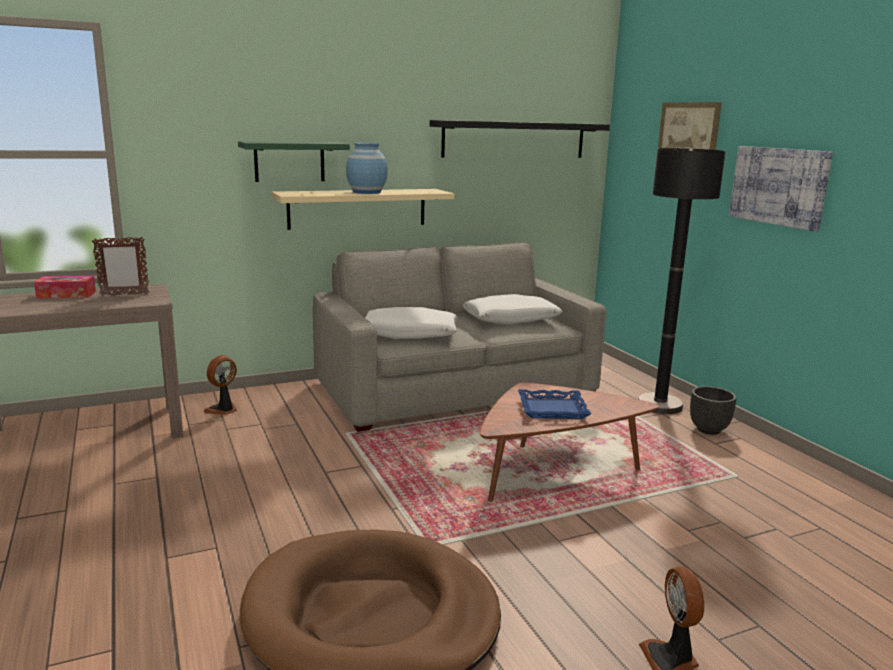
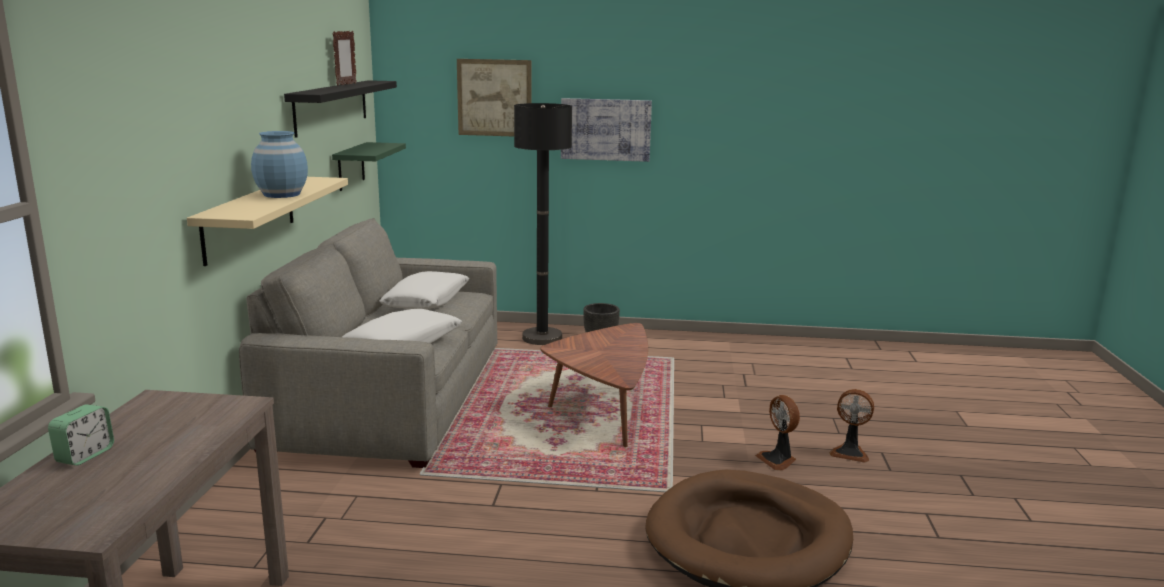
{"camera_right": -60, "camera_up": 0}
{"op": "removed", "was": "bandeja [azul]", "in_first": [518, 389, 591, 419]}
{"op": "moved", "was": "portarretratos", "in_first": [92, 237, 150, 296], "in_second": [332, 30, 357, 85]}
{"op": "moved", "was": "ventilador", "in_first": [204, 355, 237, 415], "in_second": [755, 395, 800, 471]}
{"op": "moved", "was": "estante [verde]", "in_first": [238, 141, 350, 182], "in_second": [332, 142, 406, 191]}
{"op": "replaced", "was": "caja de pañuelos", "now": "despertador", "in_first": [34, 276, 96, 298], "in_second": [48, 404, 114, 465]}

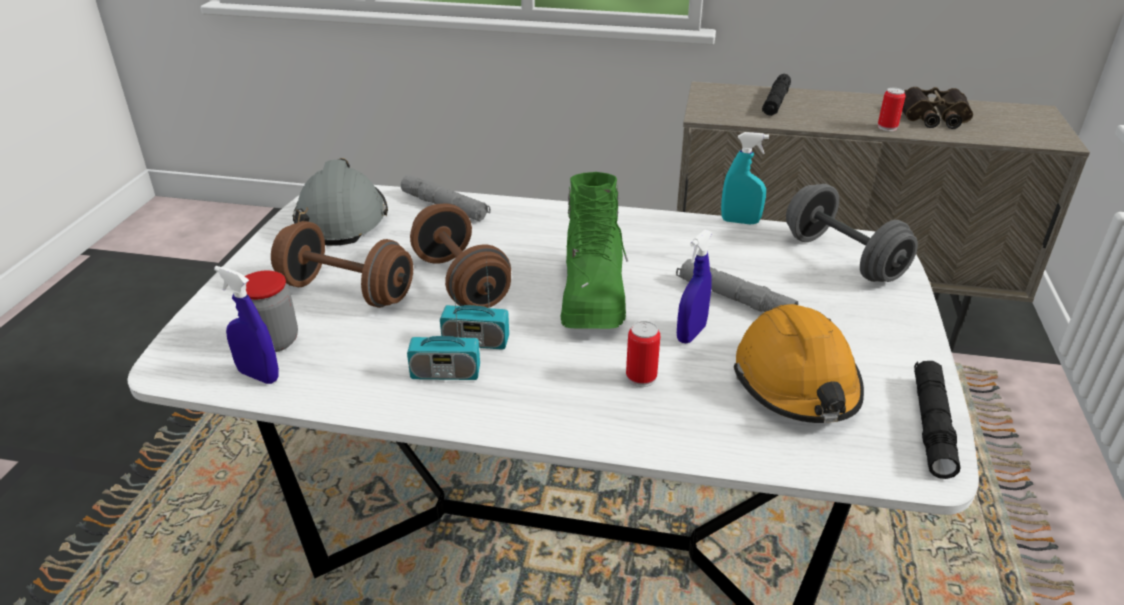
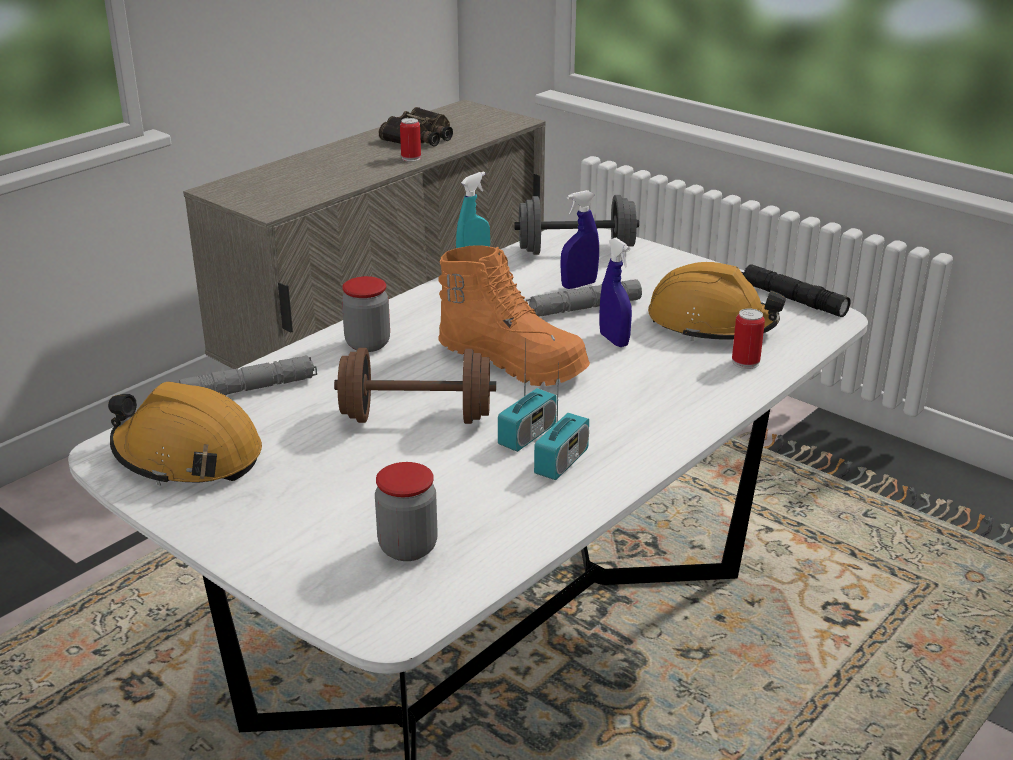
{"camera_right": -60, "camera_up": -5}
{"op": "removed", "was": "mancuerna [marrón]", "in_first": [271, 221, 413, 308]}
{"op": "removed", "was": "linterna [negro]", "in_first": [762, 74, 791, 116]}
{"op": "added", "now": "tarro", "in_second": [342, 276, 390, 352]}
{"op": "moved", "was": "pulverizador [azul]", "in_first": [214, 266, 279, 384], "in_second": [560, 190, 599, 289]}
{"op": "moved", "was": "lata", "in_first": [626, 321, 660, 387], "in_second": [732, 308, 765, 369]}
{"op": "recoloured", "was": "casco [gris]", "now": "casco [naranja]", "in_first": [293, 158, 388, 246], "in_second": [108, 381, 262, 486]}
{"op": "recoloured", "was": "bota [verde]", "now": "bota [naranja]", "in_first": [561, 172, 628, 329], "in_second": [438, 245, 590, 386]}

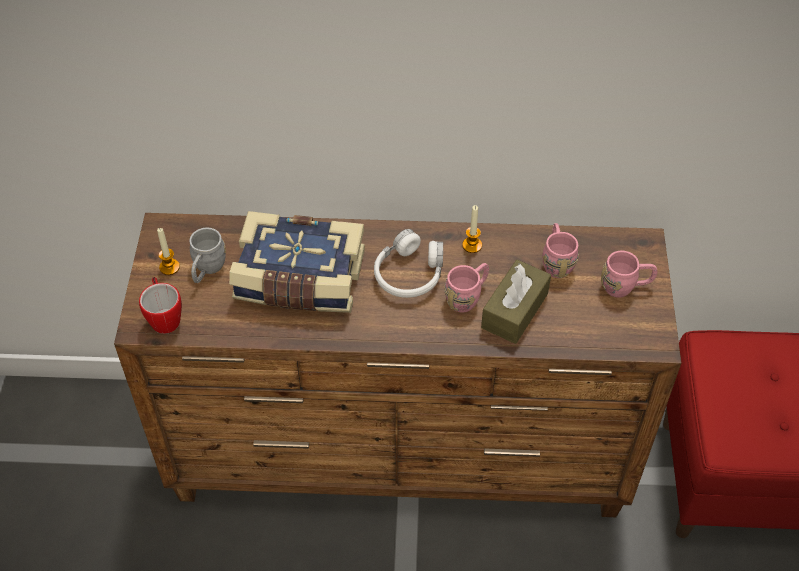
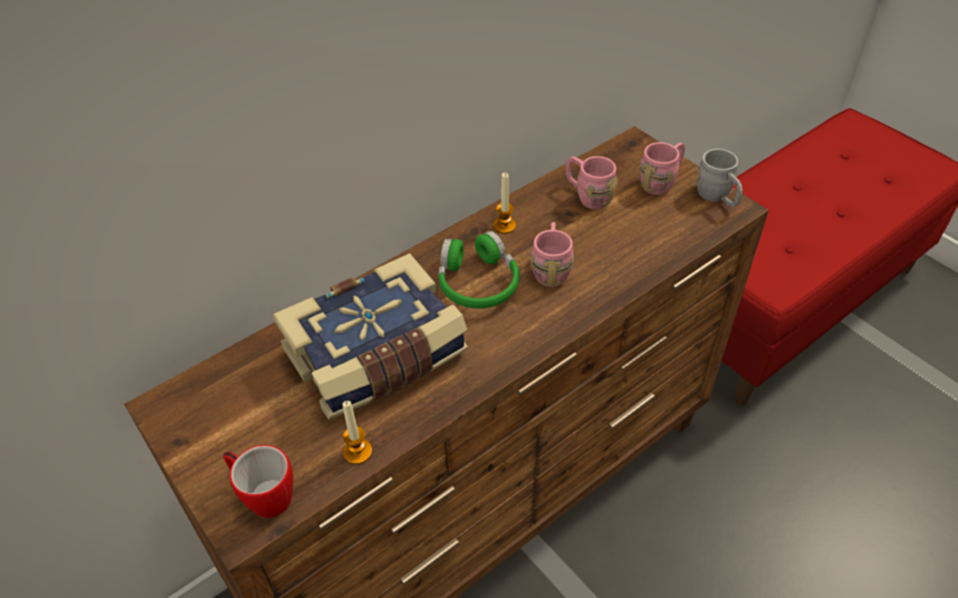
{"camera_right": -40, "camera_up": -5}
{"op": "removed", "was": "caja de pañuelos [marrón]", "in_first": [481, 260, 551, 344]}
{"op": "moved", "was": "vela", "in_first": [157, 228, 180, 275], "in_second": [342, 401, 372, 464]}
{"op": "moved", "was": "taza grande [gris]", "in_first": [189, 228, 226, 283], "in_second": [696, 149, 743, 207]}
{"op": "recoloured", "was": "auriculares [blanco]", "now": "auriculares [verde]", "in_first": [374, 229, 443, 298], "in_second": [439, 231, 520, 309]}

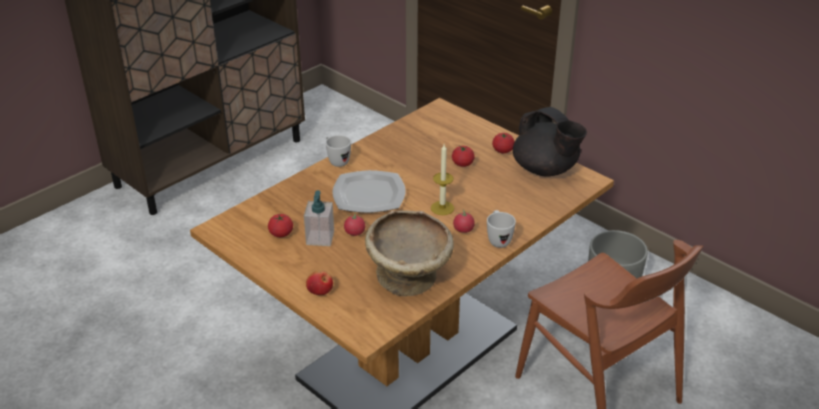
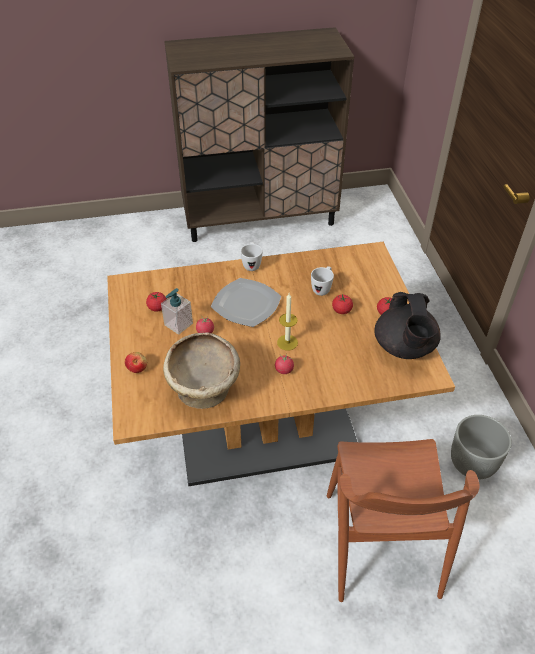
{"camera_right": 35, "camera_up": 10}
{"op": "moved", "was": "taza grande [blanco]", "in_first": [487, 210, 516, 248], "in_second": [311, 266, 334, 296]}

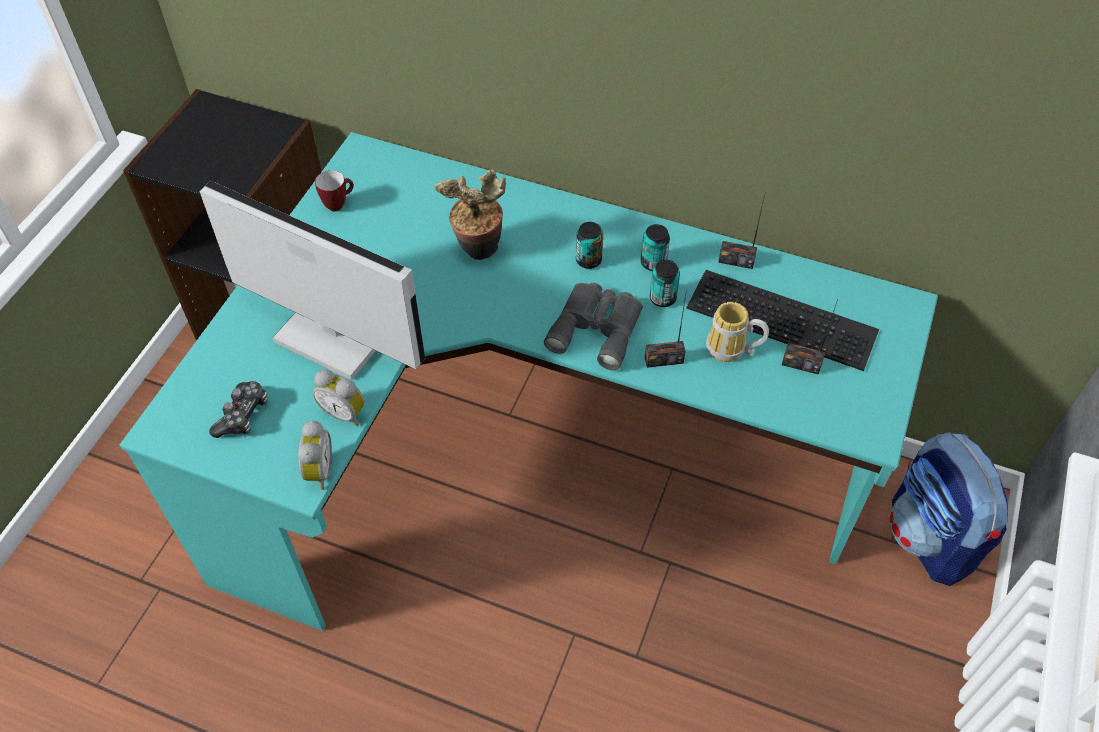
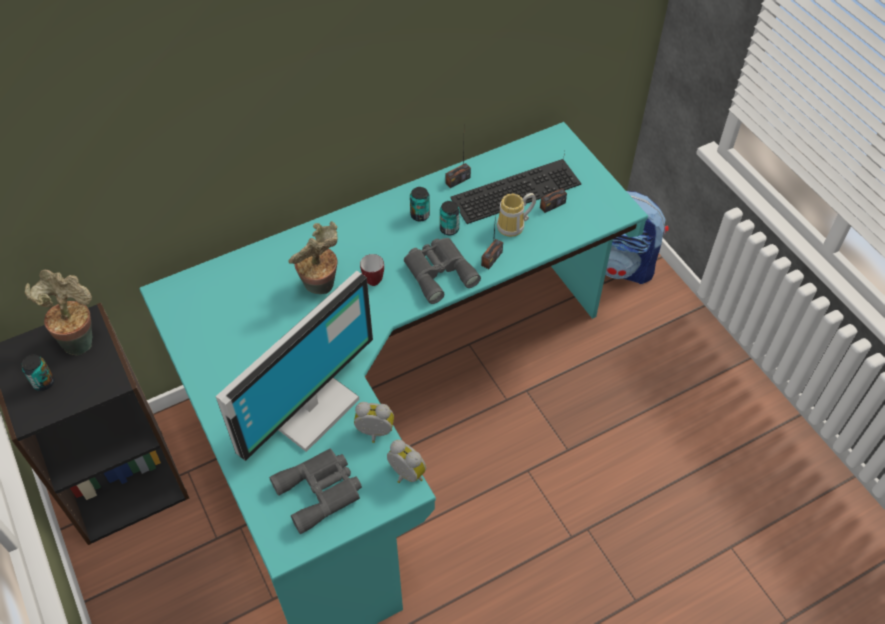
{"camera_right": -50, "camera_up": 0}
{"op": "added", "now": "planta en maceta", "in_second": [25, 270, 92, 356]}
{"op": "moved", "was": "taza grande", "in_first": [315, 170, 354, 211], "in_second": [360, 254, 384, 286]}
{"op": "moved", "was": "lata", "in_first": [576, 222, 603, 269], "in_second": [22, 354, 55, 391]}
{"op": "replaced", "was": "mando de consola", "now": "prismáticos [gris]", "in_first": [209, 381, 268, 438], "in_second": [269, 449, 362, 534]}
{"op": "turned", "was": "monitor", "in_first": [199, 181, 425, 380], "in_second": [215, 271, 373, 461], "clockwise": 150}
{"op": "turned", "was": "despertador", "in_first": [313, 369, 365, 426], "in_second": [354, 402, 394, 443], "clockwise": -150}

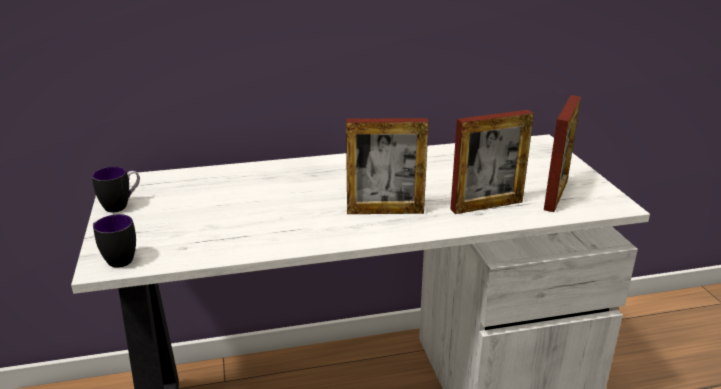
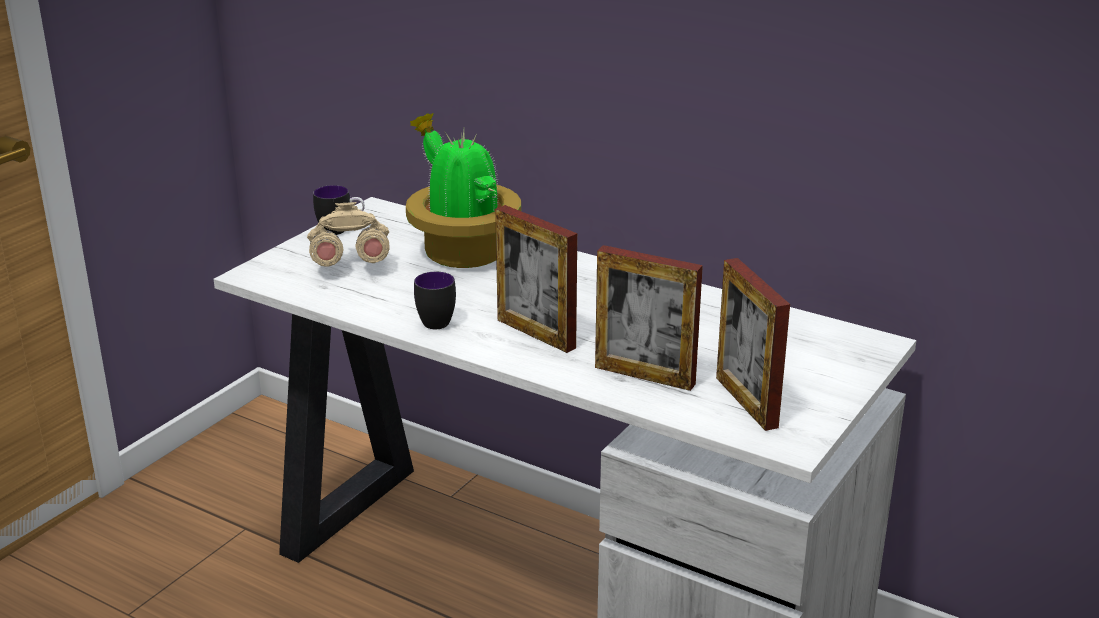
{"camera_right": 45, "camera_up": 0}
{"op": "added", "now": "prismáticos [beis]", "in_second": [307, 202, 390, 267]}
{"op": "added", "now": "planta en maceta", "in_second": [406, 113, 521, 268]}
{"op": "moved", "was": "taza grande", "in_first": [93, 214, 136, 268], "in_second": [414, 272, 456, 329]}
{"op": "turned", "was": "portarretratos", "in_first": [544, 95, 581, 212], "in_second": [716, 258, 790, 431], "clockwise": 90}

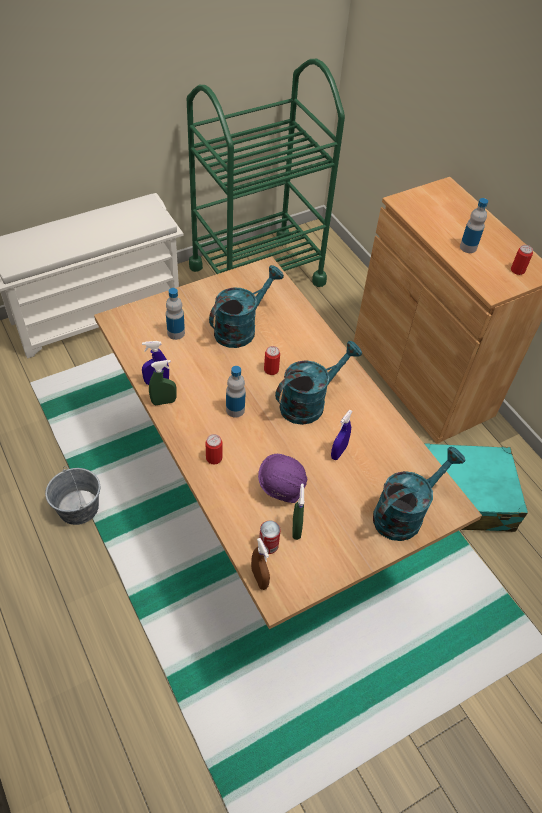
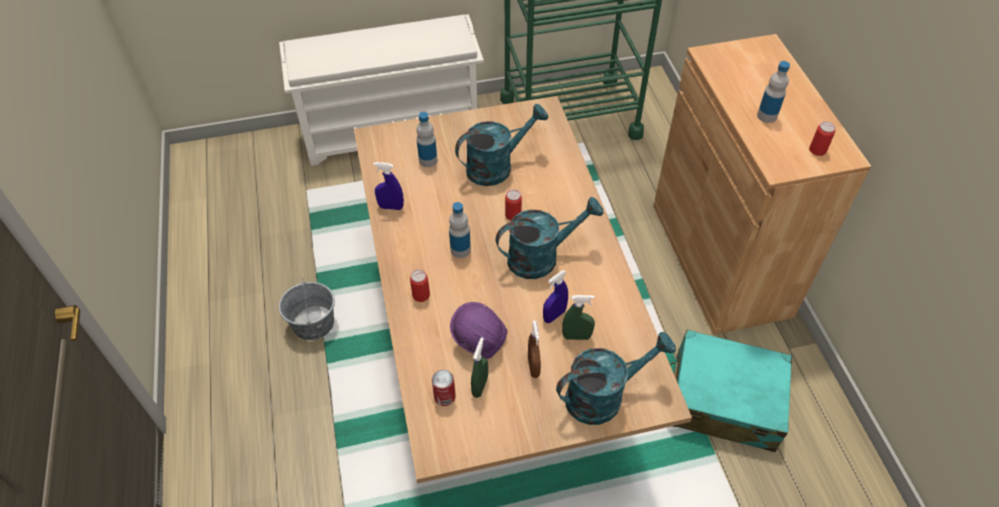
{"camera_right": 20, "camera_up": 0}
{"op": "moved", "was": "pulverizador [verde]", "in_first": [149, 360, 176, 405], "in_second": [562, 295, 595, 340]}
{"op": "moved", "was": "pulverizador [marrón]", "in_first": [251, 538, 270, 590], "in_second": [528, 321, 541, 378]}

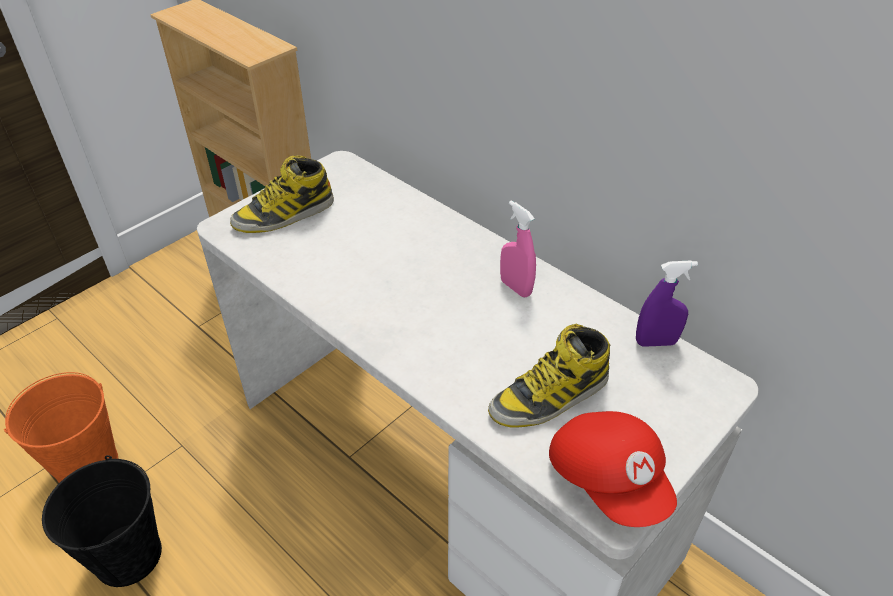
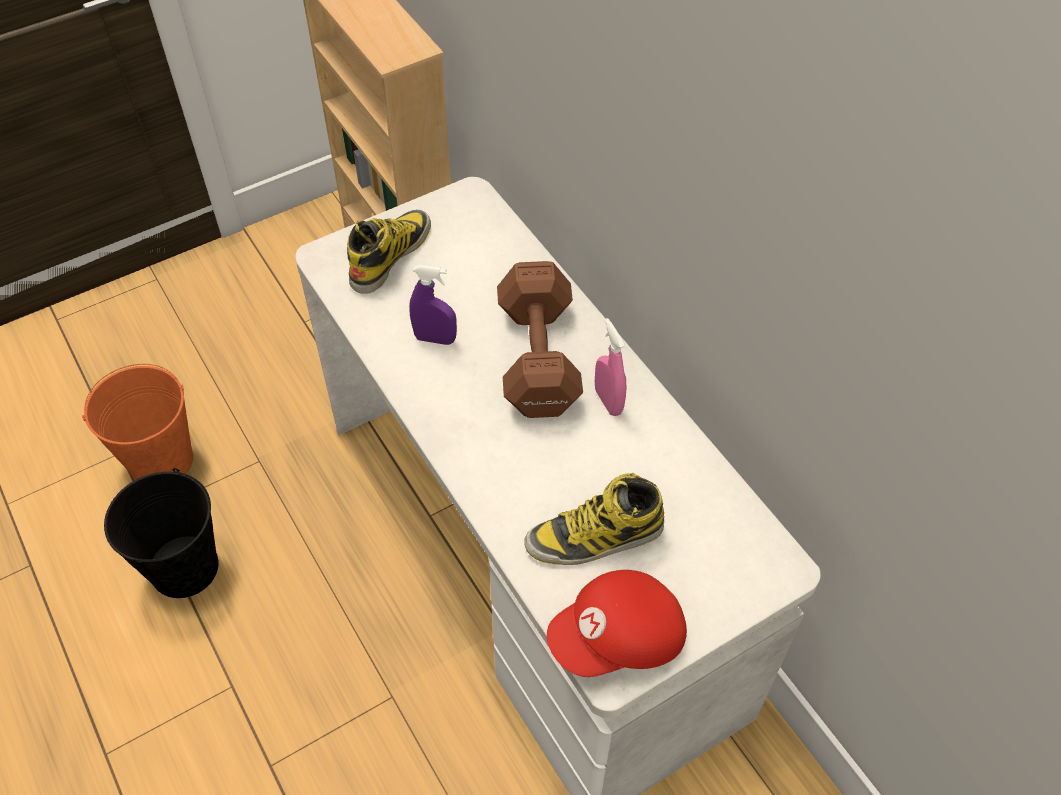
{"camera_right": 15, "camera_up": 10}
{"op": "added", "now": "mancuerna [marrón]", "in_second": [497, 261, 583, 418]}
{"op": "moved", "was": "pulverizador [morado]", "in_first": [636, 260, 698, 347], "in_second": [409, 265, 457, 345]}
{"op": "turned", "was": "bota", "in_first": [230, 155, 334, 233], "in_second": [347, 209, 431, 294], "clockwise": 135}
{"op": "turned", "was": "gorra [rojo]", "in_first": [549, 411, 677, 527], "in_second": [547, 570, 687, 677], "clockwise": 75}

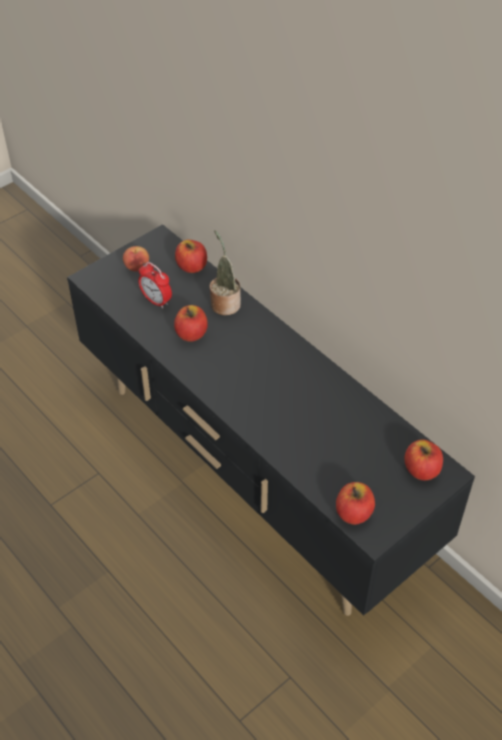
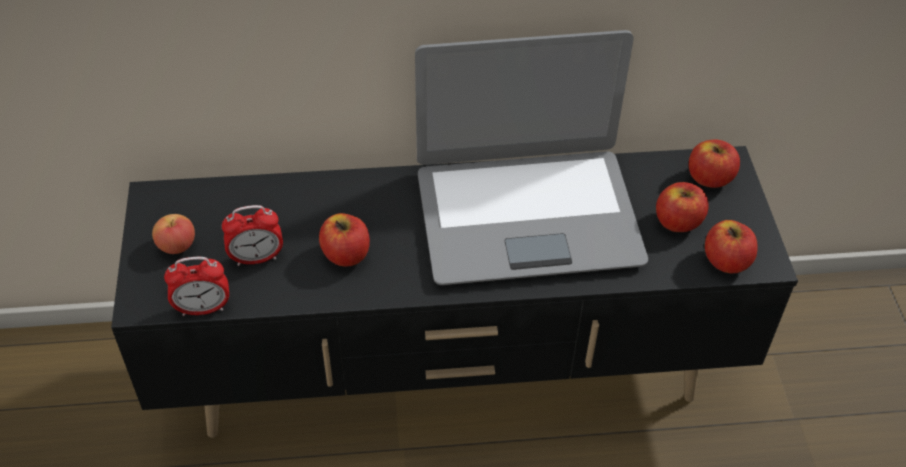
{"camera_right": -55, "camera_up": 0}
{"op": "removed", "was": "planta en maceta", "in_first": [210, 230, 241, 315]}
{"op": "added", "now": "despertador", "in_second": [164, 257, 229, 316]}
{"op": "added", "now": "portátil", "in_second": [415, 30, 648, 285]}
{"op": "moved", "was": "manzana", "in_first": [175, 240, 207, 273], "in_second": [656, 182, 709, 232]}

